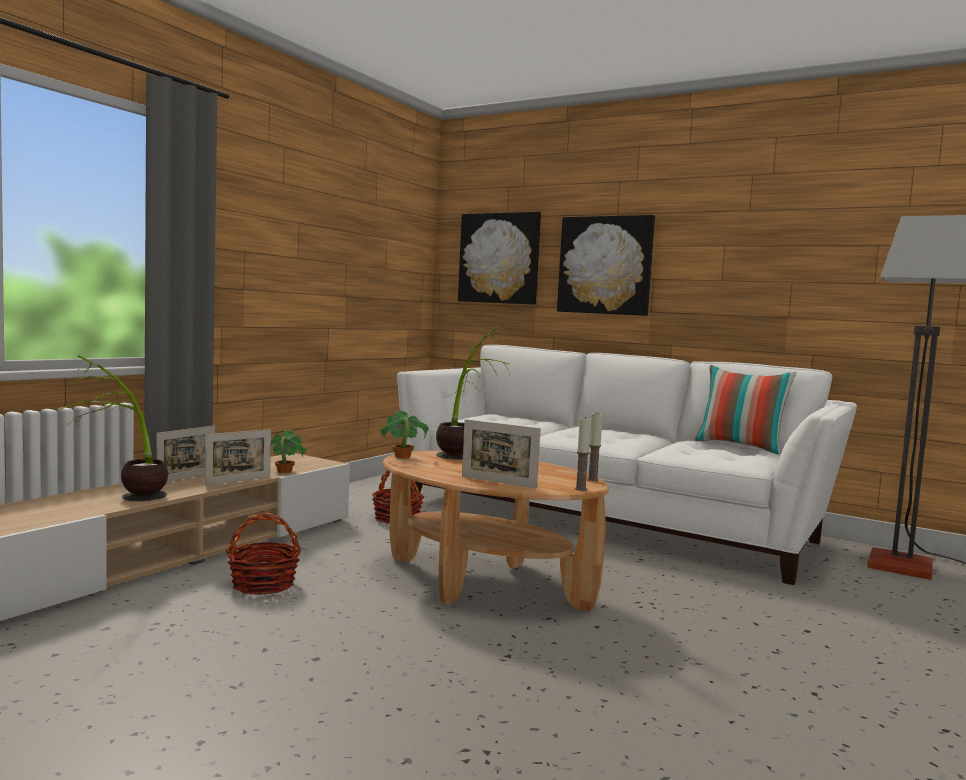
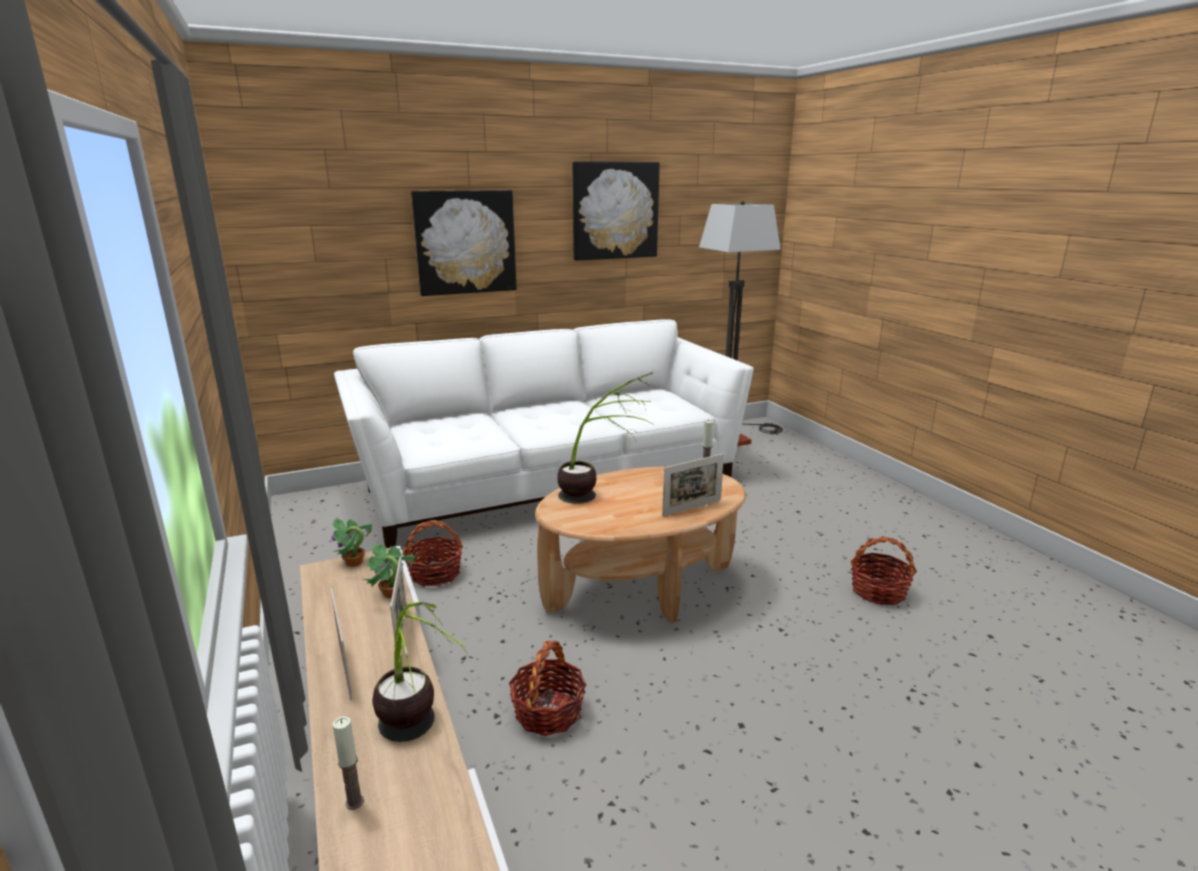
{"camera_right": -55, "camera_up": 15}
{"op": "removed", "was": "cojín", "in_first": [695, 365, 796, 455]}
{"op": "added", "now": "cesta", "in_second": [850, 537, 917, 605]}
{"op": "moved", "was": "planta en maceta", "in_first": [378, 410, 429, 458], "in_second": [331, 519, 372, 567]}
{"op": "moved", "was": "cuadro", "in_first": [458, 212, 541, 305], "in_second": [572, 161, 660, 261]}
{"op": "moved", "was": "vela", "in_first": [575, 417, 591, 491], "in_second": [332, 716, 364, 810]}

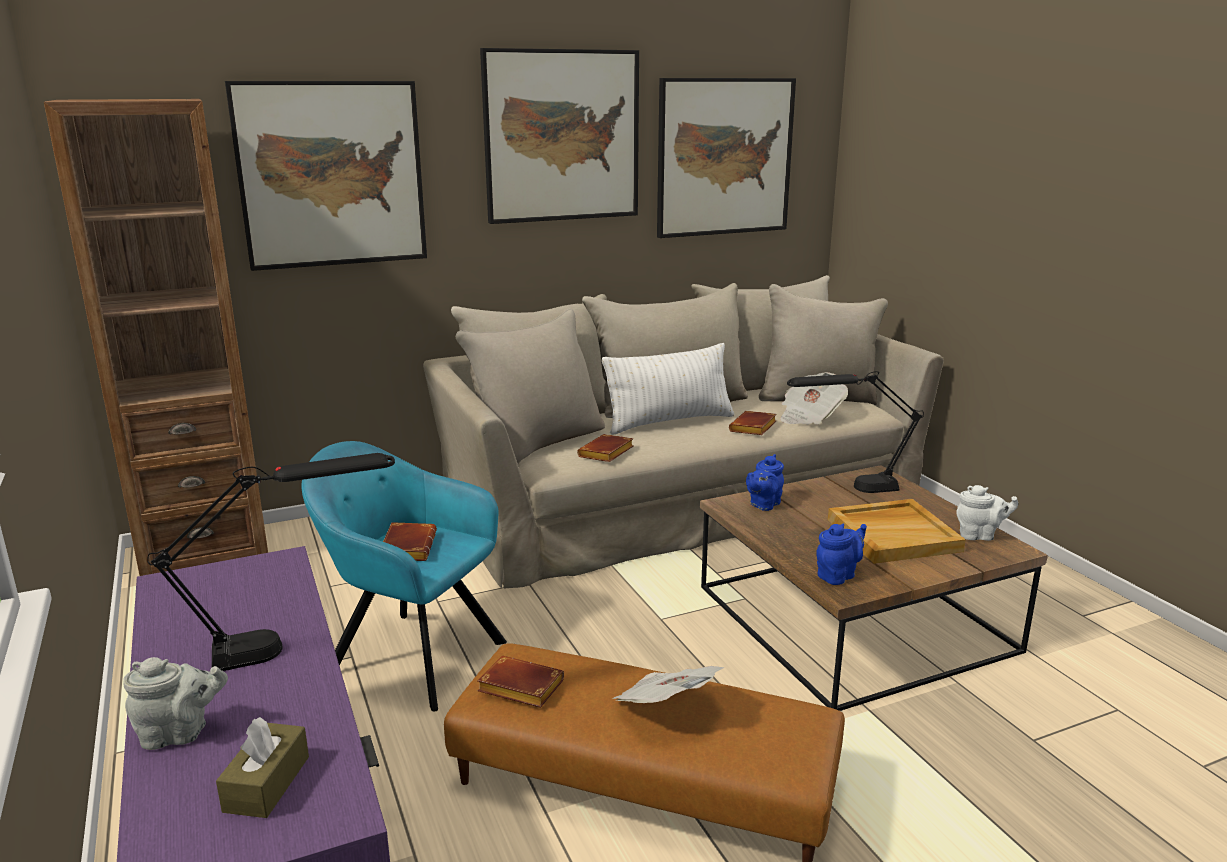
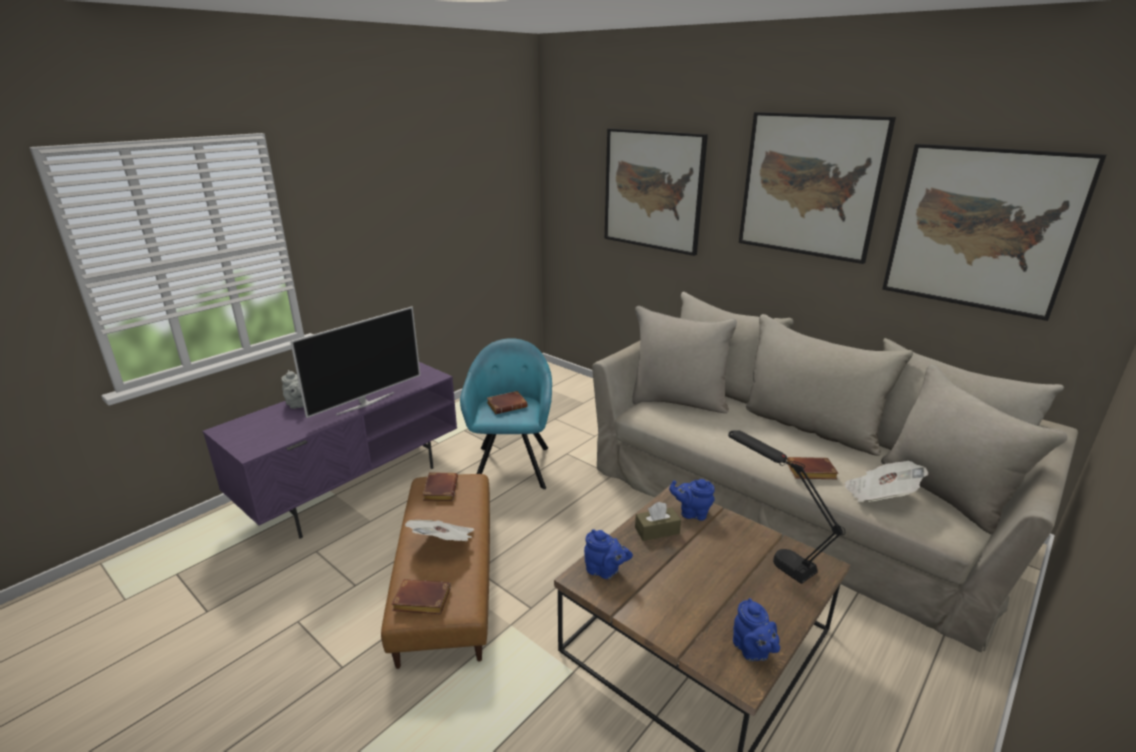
{"camera_right": 65, "camera_up": 5}
{"op": "removed", "was": "estantería [marrón]", "in_first": [44, 99, 268, 576]}
{"op": "removed", "was": "cojín [blanco]", "in_first": [602, 343, 734, 435]}
{"op": "removed", "was": "bandeja [beis]", "in_first": [828, 499, 966, 564]}
{"op": "moved", "was": "caja de pañuelos [marrón]", "in_first": [216, 717, 309, 818], "in_second": [635, 502, 681, 541]}
{"op": "moved", "was": "libro [marrón]", "in_first": [577, 434, 633, 462], "in_second": [391, 579, 451, 614]}
{"op": "replaced", "was": "lámpara de mesa [negro]", "now": "televisor", "in_first": [147, 453, 395, 671], "in_second": [290, 306, 420, 418]}
{"op": "recoloured", "was": "tetera [blanco]", "now": "tetera [azul]", "in_first": [956, 485, 1018, 541], "in_second": [733, 598, 780, 661]}

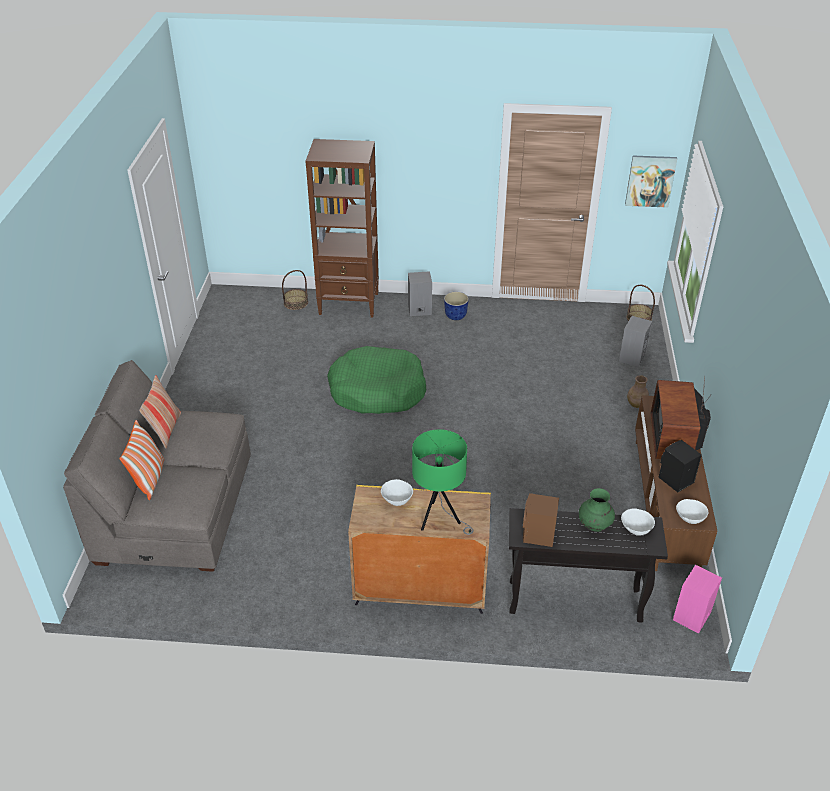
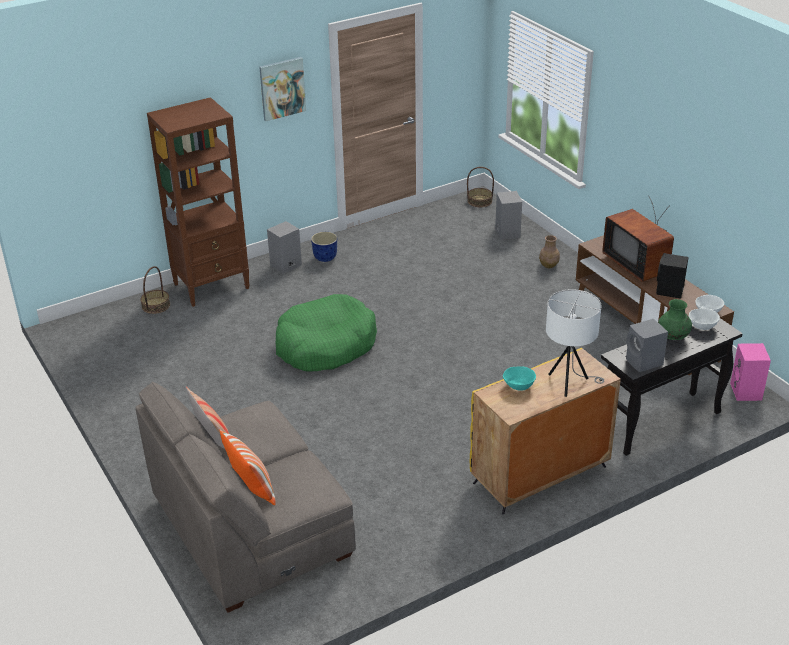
{"camera_right": -35, "camera_up": -5}
{"op": "moved", "was": "cuadro", "in_first": [625, 156, 677, 208], "in_second": [259, 57, 306, 121]}
{"op": "recoloured", "was": "cuenco [blanco]", "now": "cuenco [turquesa]", "in_first": [381, 479, 413, 506], "in_second": [503, 366, 536, 391]}
{"op": "recoloured", "was": "lámpara de mesa [verde]", "now": "lámpara de mesa [blanco]", "in_first": [412, 429, 473, 535], "in_second": [546, 289, 604, 397]}
{"op": "recoloured", "was": "altavoz [marrón]", "now": "altavoz [gris]", "in_first": [523, 493, 559, 547], "in_second": [626, 319, 668, 372]}

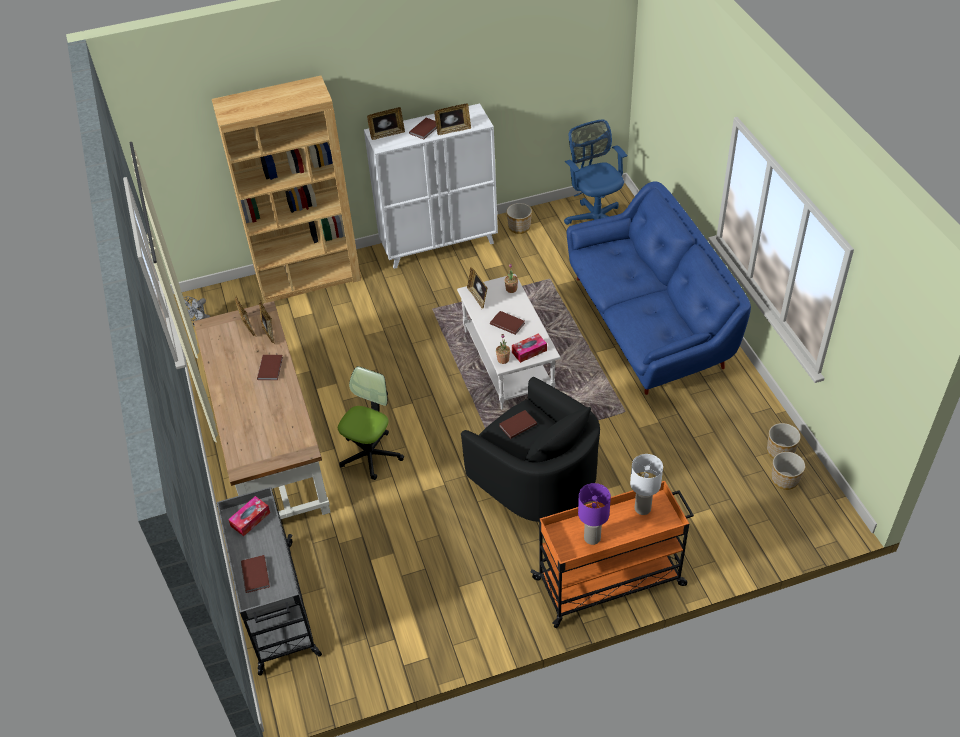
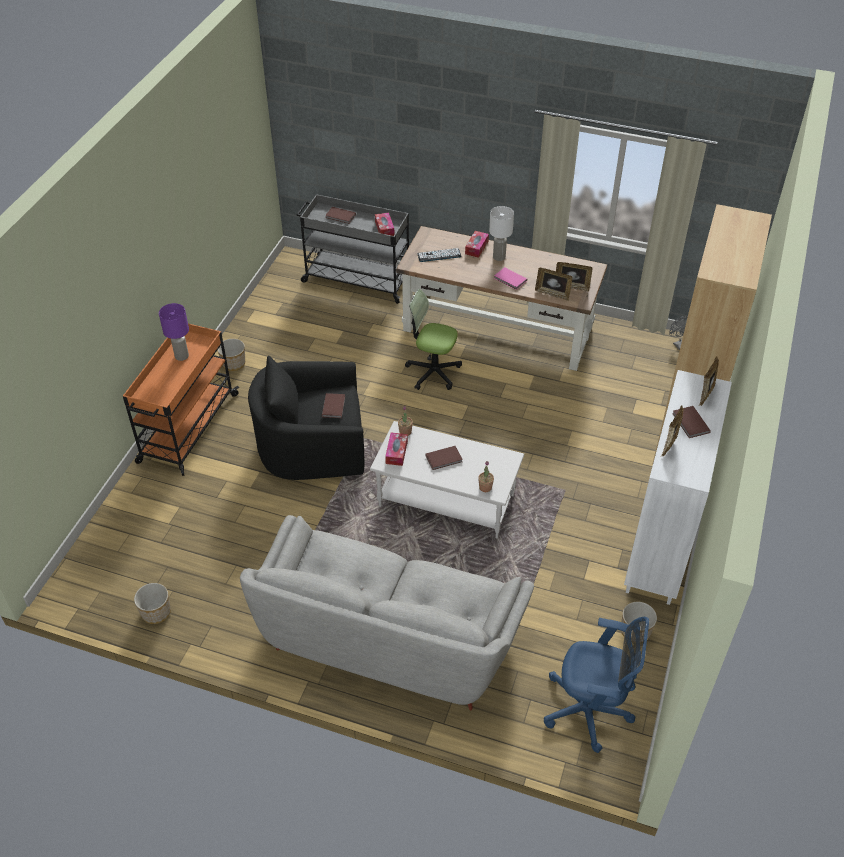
{"camera_right": 125, "camera_up": 0}
{"op": "removed", "was": "portarretratos", "in_first": [467, 267, 488, 309]}
{"op": "added", "now": "teclado", "in_second": [417, 248, 461, 262]}
{"op": "added", "now": "caja de pañuelos", "in_second": [465, 231, 489, 258]}
{"op": "moved", "was": "lámpara de mesa [blanco]", "in_first": [630, 454, 663, 515], "in_second": [489, 206, 514, 261]}
{"op": "moved", "was": "maceta", "in_first": [771, 452, 805, 490], "in_second": [218, 339, 245, 371]}
{"op": "recoloured", "was": "libro [marrón]", "now": "libro [rosa]", "in_first": [257, 355, 283, 380], "in_second": [494, 267, 527, 290]}
{"op": "recoloured", "was": "sofá [azul]", "now": "sofá [gris]", "in_first": [567, 181, 751, 395], "in_second": [240, 515, 534, 711]}
{"op": "turned", "was": "silla de oficina", "in_first": [338, 366, 404, 480], "in_second": [405, 289, 462, 390], "clockwise": 135}

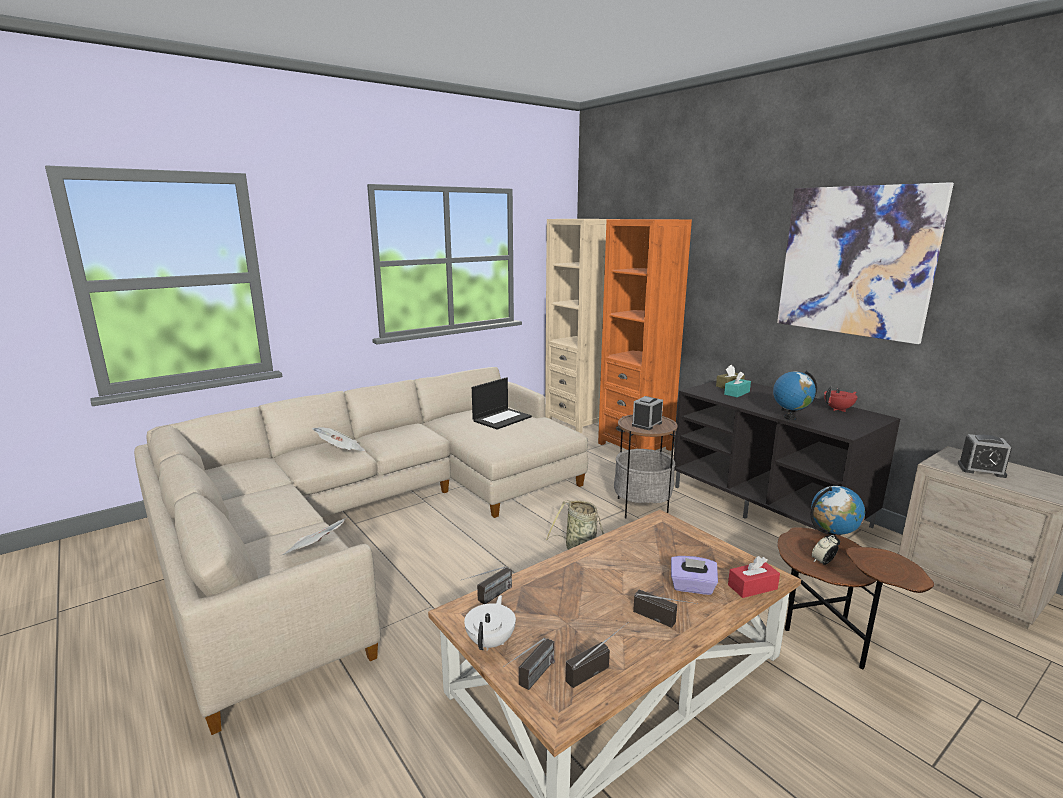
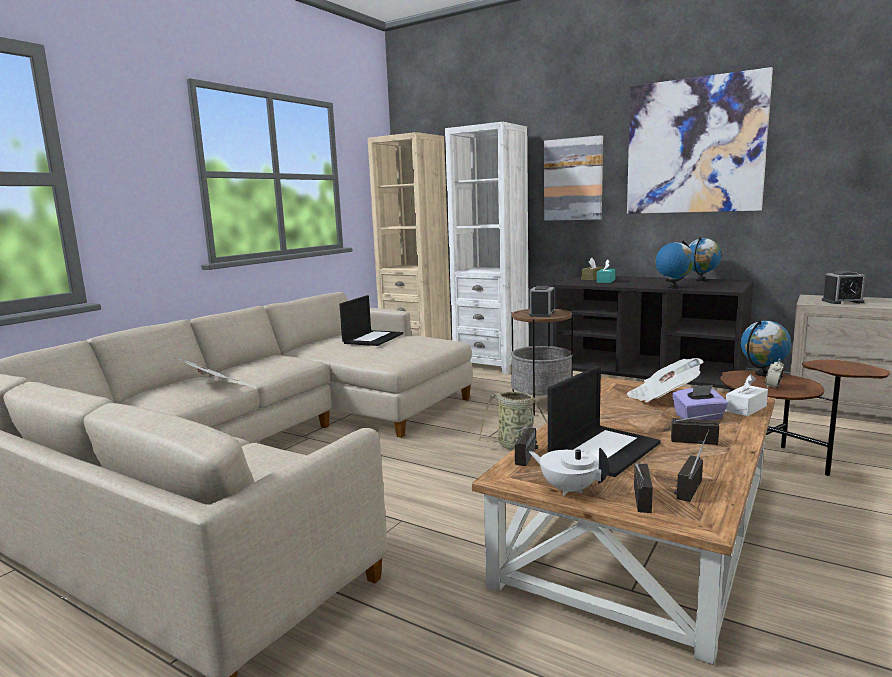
{"camera_right": -20, "camera_up": -5}
{"op": "added", "now": "cuadro", "in_second": [544, 135, 603, 221]}
{"op": "added", "now": "portátil", "in_second": [548, 366, 661, 477]}
{"op": "moved", "was": "periódico", "in_first": [280, 518, 346, 556], "in_second": [627, 358, 704, 402]}
{"op": "replaced", "was": "tetera [rojo]", "now": "globo terráqueo", "in_first": [824, 386, 857, 412], "in_second": [688, 237, 721, 281]}
{"op": "recoloured", "was": "estantería [naranja]", "now": "estantería [blanco]", "in_first": [598, 219, 692, 451], "in_second": [445, 122, 529, 374]}
{"op": "recoloured", "was": "caja de pañuelos [rojo]", "now": "caja de pañuelos [blanco]", "in_first": [728, 556, 780, 598], "in_second": [725, 374, 768, 416]}
{"op": "turned", "was": "tetera [blanco]", "in_first": [464, 595, 516, 651], "in_second": [529, 448, 610, 495], "clockwise": -45}

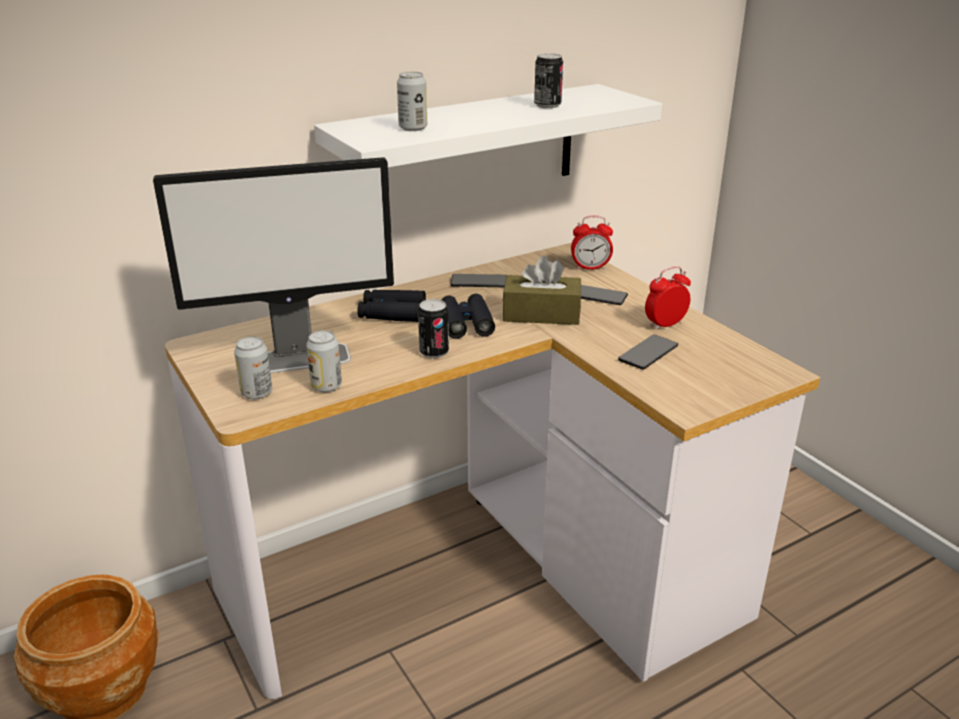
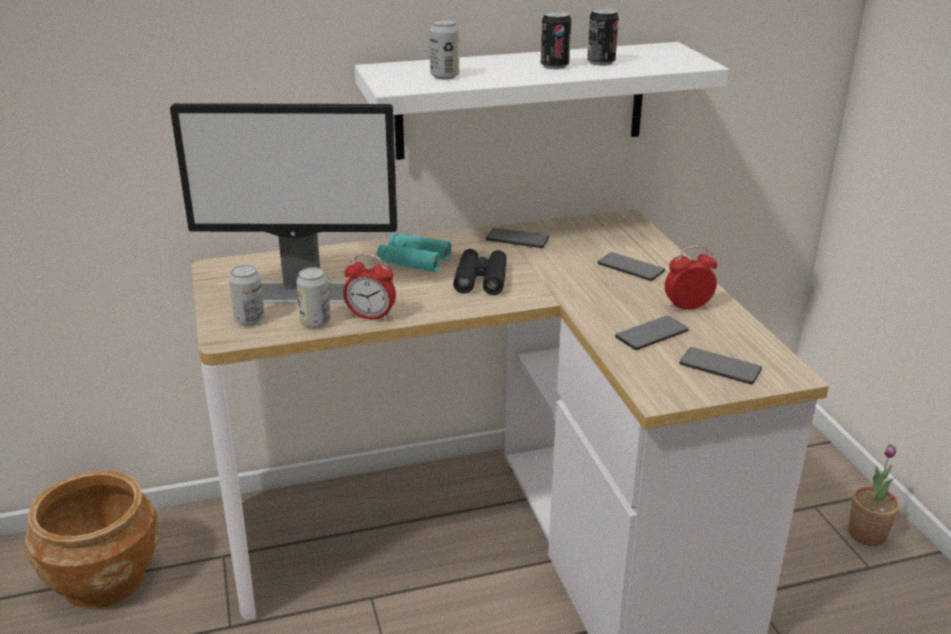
{"camera_right": 15, "camera_up": 0}
{"op": "removed", "was": "caja de pañuelos [marrón]", "in_first": [502, 256, 581, 325]}
{"op": "added", "now": "móvil", "in_second": [680, 347, 762, 384]}
{"op": "added", "now": "planta en maceta", "in_second": [848, 444, 900, 546]}
{"op": "moved", "was": "lata", "in_first": [418, 299, 449, 359], "in_second": [541, 11, 571, 69]}
{"op": "moved", "was": "despertador", "in_first": [571, 216, 613, 270], "in_second": [343, 254, 396, 321]}
{"op": "recoloured", "was": "prismáticos [negro]", "now": "prismáticos [turquesa]", "in_first": [357, 290, 426, 322], "in_second": [377, 234, 451, 272]}

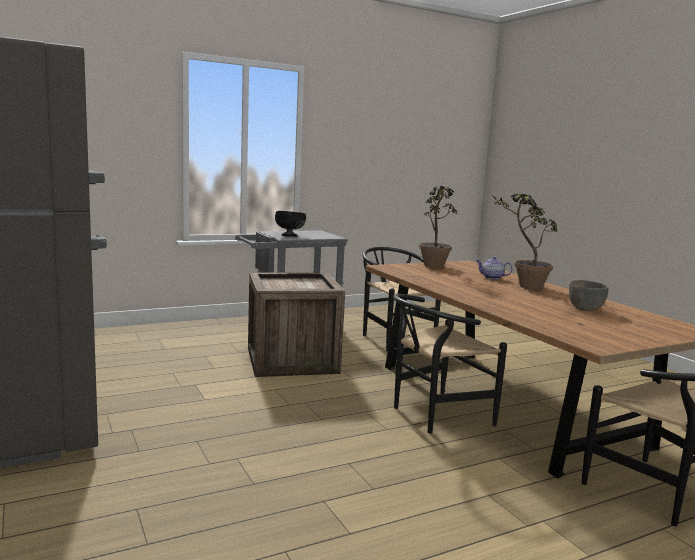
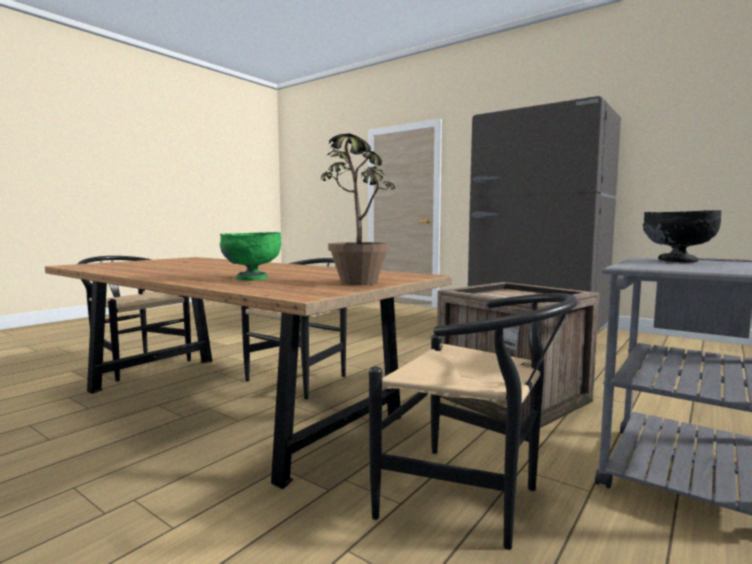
{"camera_right": 155, "camera_up": -5}
{"op": "removed", "was": "planta en maceta", "in_first": [490, 193, 558, 290]}
{"op": "removed", "was": "cuenco [gris]", "in_first": [569, 280, 608, 311]}
{"op": "replaced", "was": "tetera", "now": "cuenco [verde]", "in_first": [476, 257, 512, 279], "in_second": [220, 232, 281, 280]}

